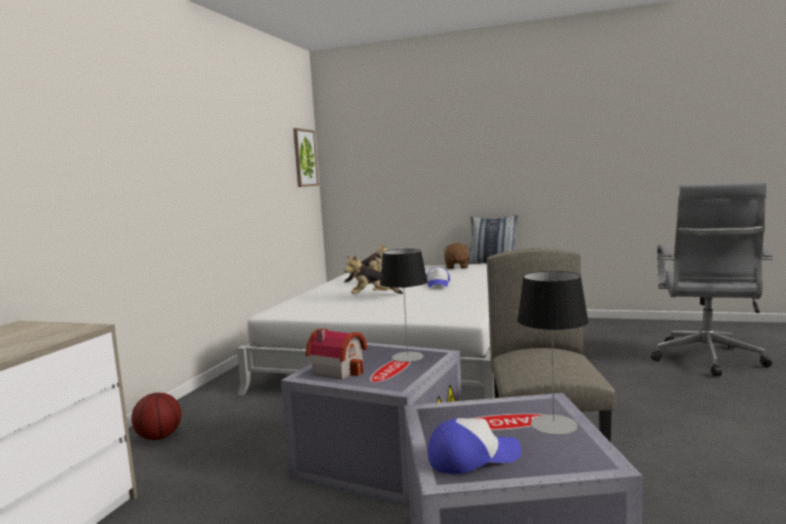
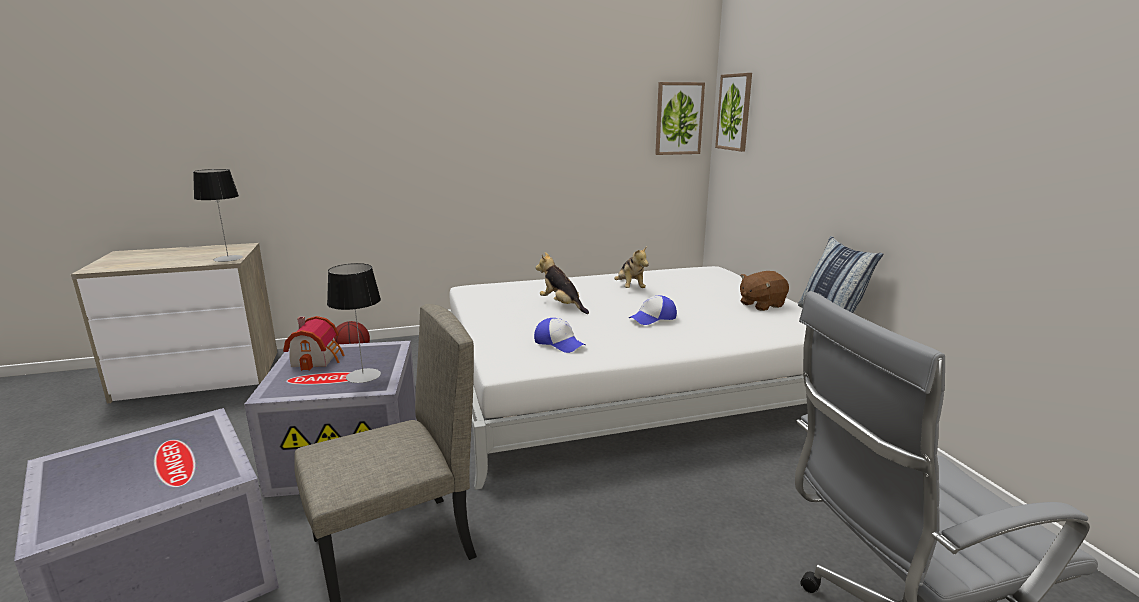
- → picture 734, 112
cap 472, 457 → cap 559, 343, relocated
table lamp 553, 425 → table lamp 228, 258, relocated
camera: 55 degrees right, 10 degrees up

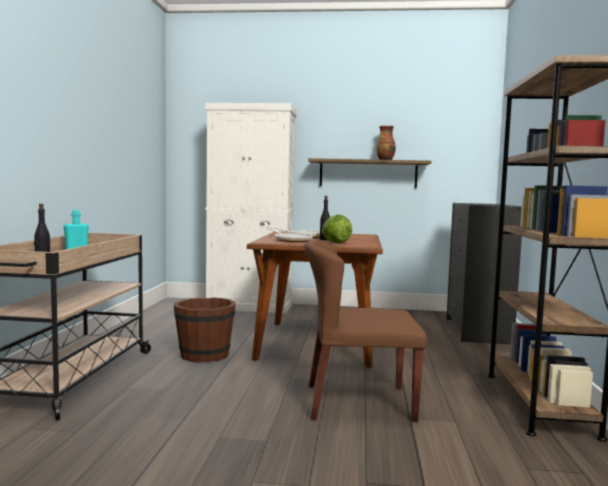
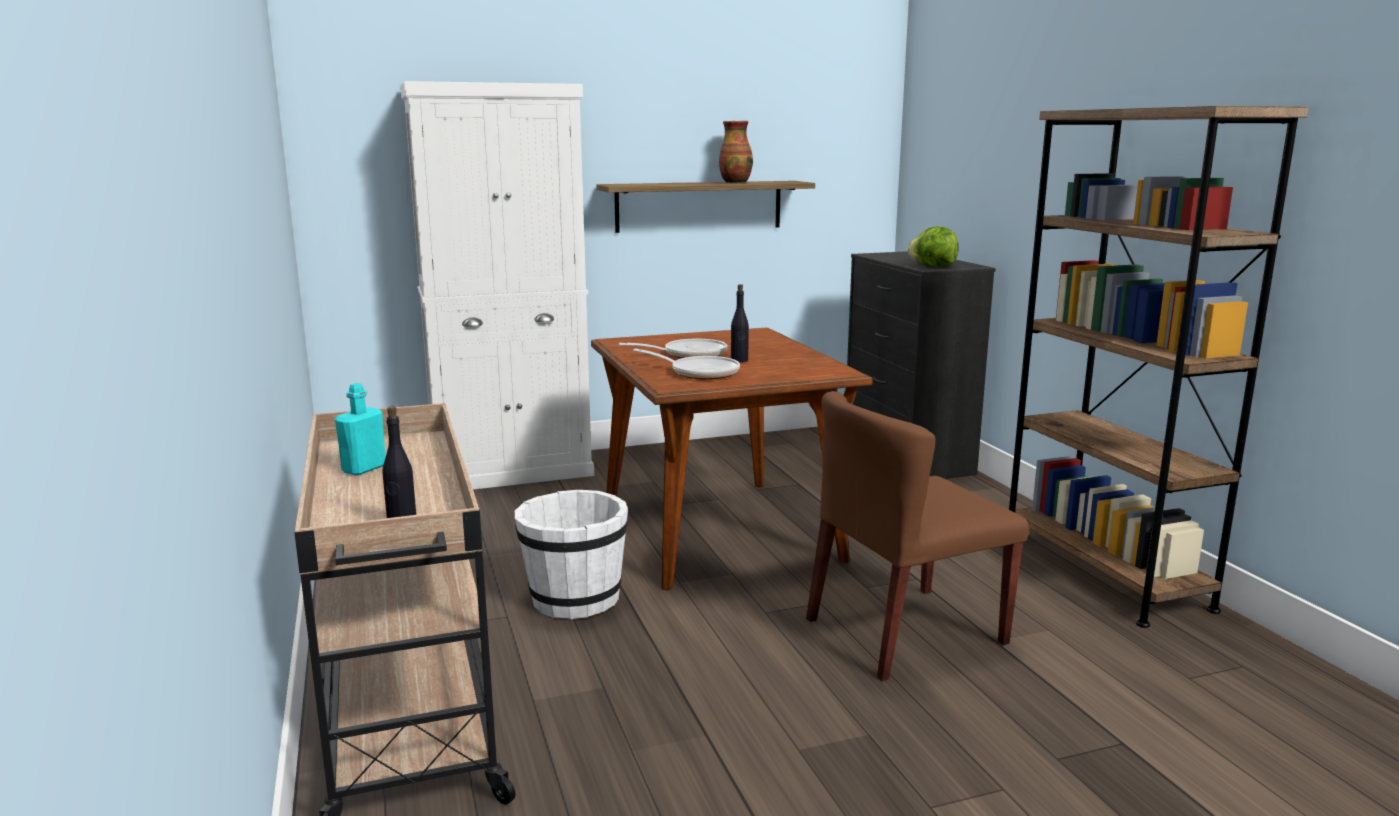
lettuce 335, 242 → lettuce 933, 266, relocated
bucket (brown) 204, 355 → bucket (white) 574, 599
camera: 25 degrees left, 10 degrees up

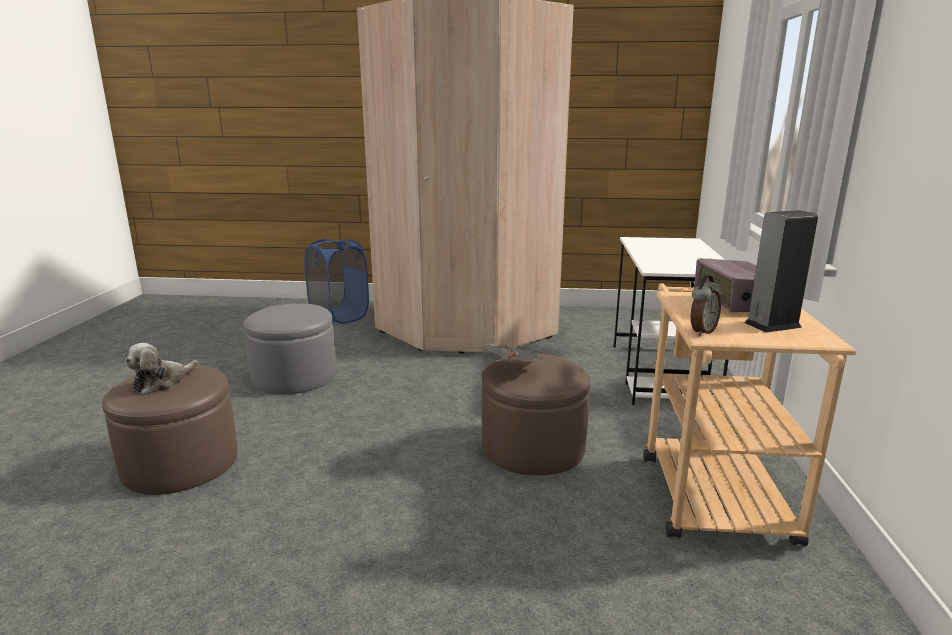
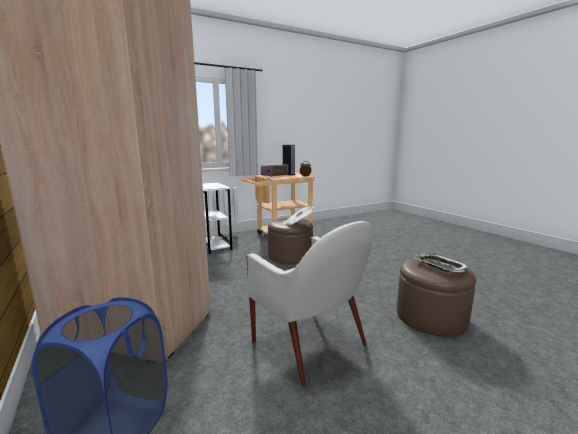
plush toy 162, 382 → tray 439, 266
ottoman (grey) 294, 376 → armchair (white) 310, 345
camera: 125 degrees left, 5 degrees down

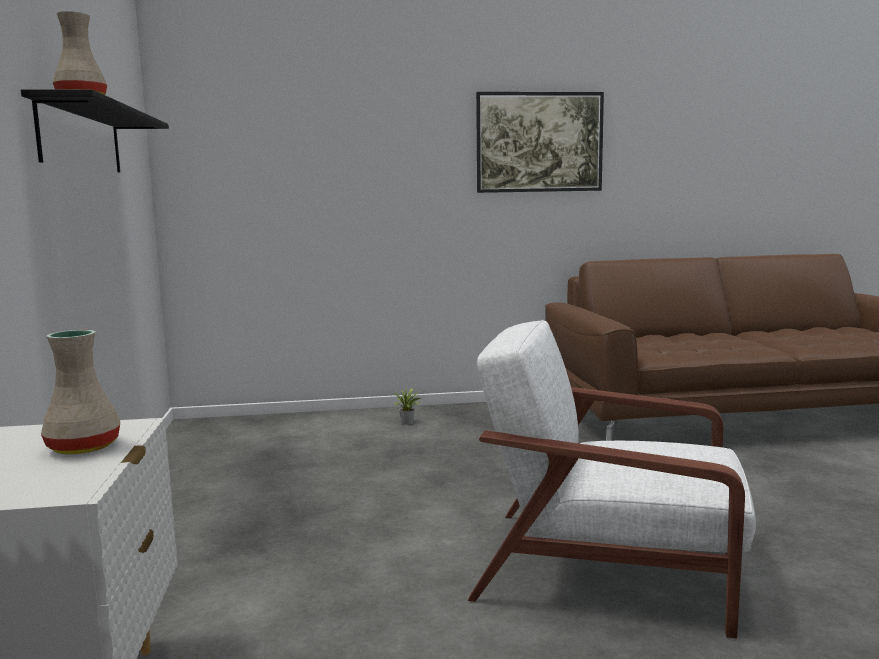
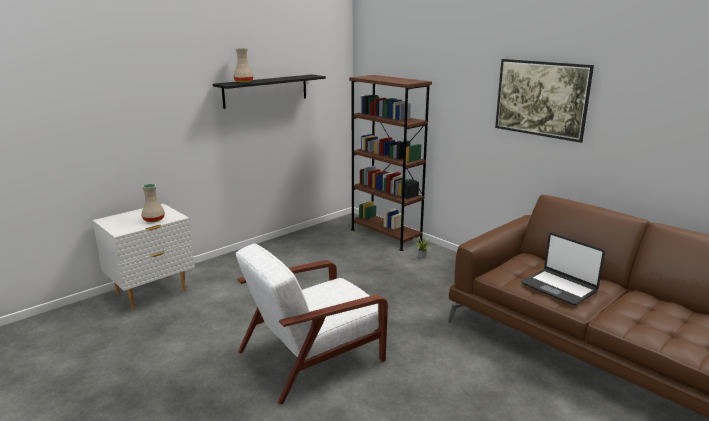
- → bookcase (brown) 386, 235
- → laptop 559, 287
armchair (white) 610, 567 → armchair (white) 313, 355, 105 degrees counterclockwise
camera: 55 degrees right, 10 degrees up

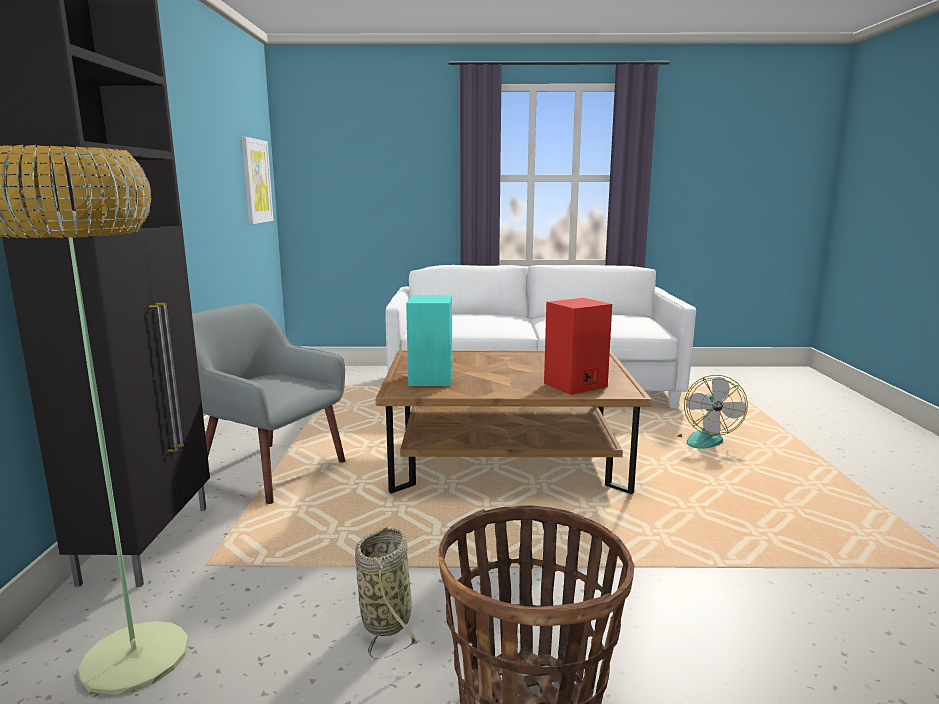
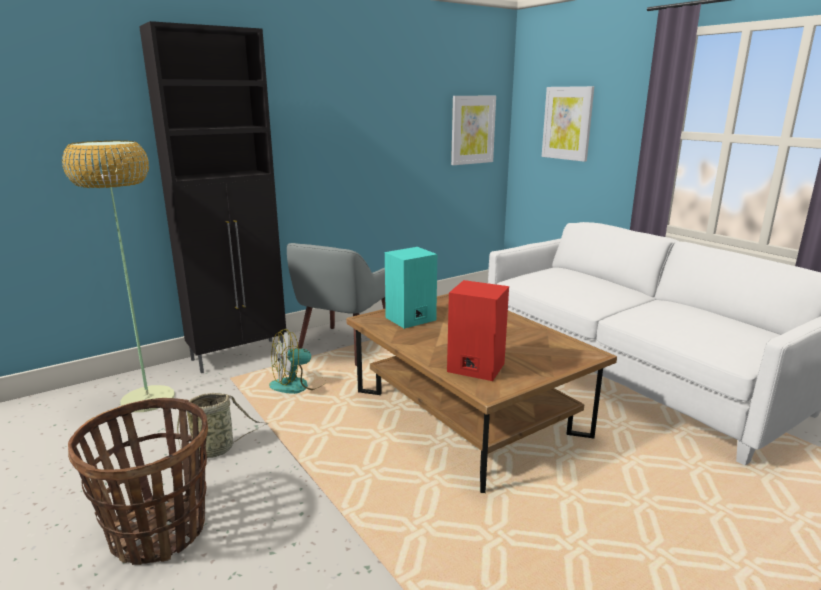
- → picture 567, 123
fan 701, 438 → fan 298, 385, relocated
armchair (grey) 269, 470 → armchair (grey) 344, 346, 150 degrees counterclockwise
camera: 55 degrees right, 5 degrees up

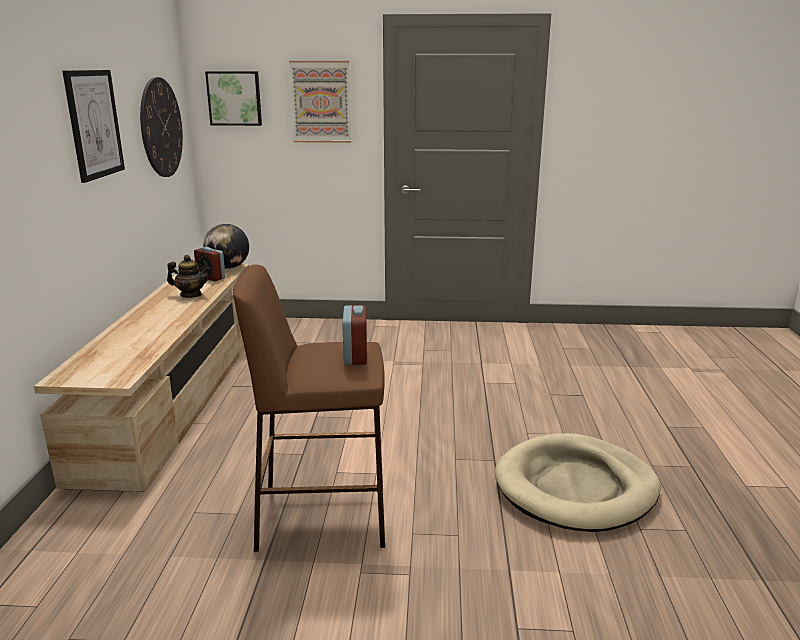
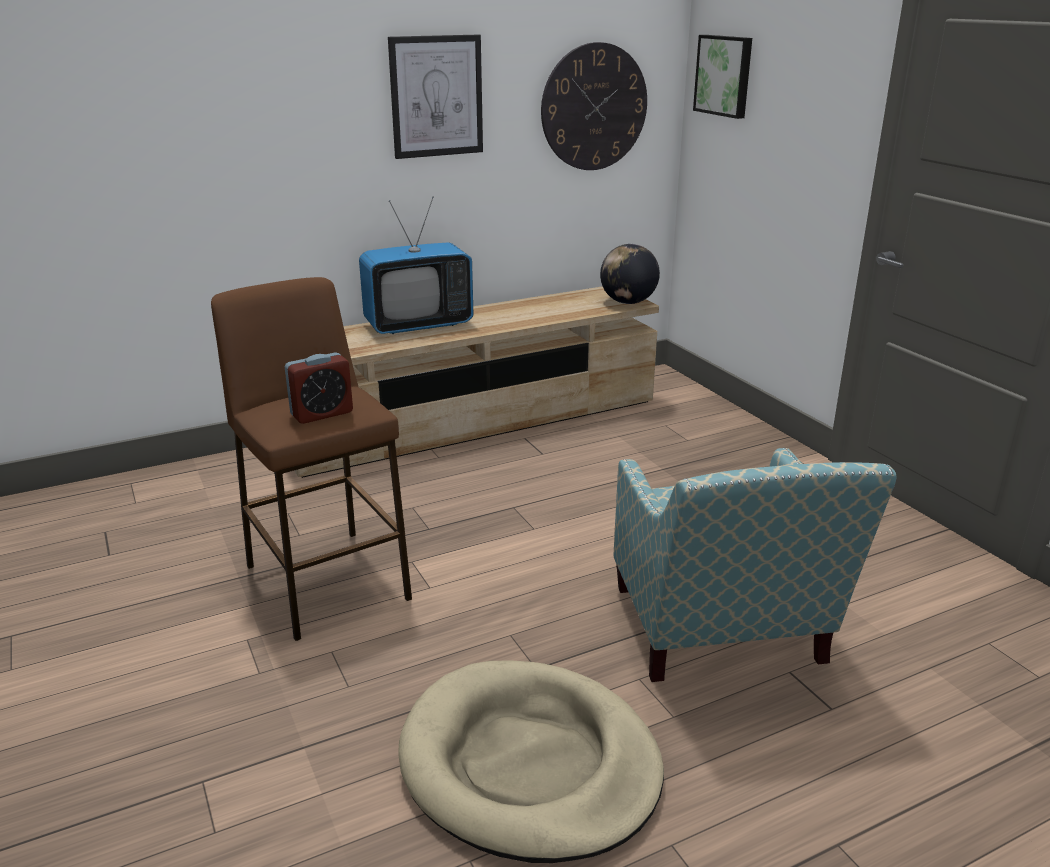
teapot 191, 295 → -
alarm clock 211, 278 → -
picture 321, 102 → -
- → television 418, 325
- → armchair 722, 637
camera: 60 degrees right, 5 degrees up

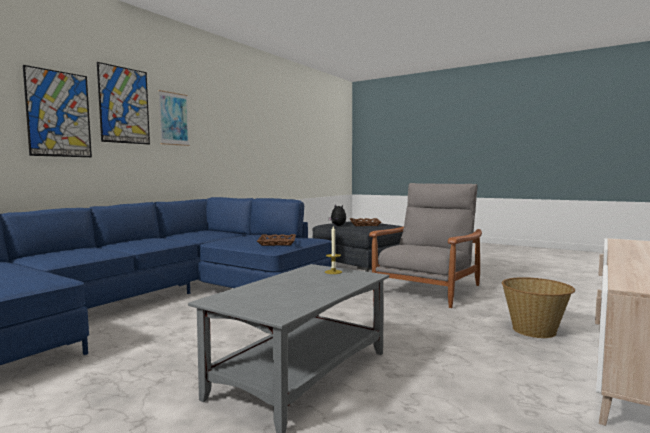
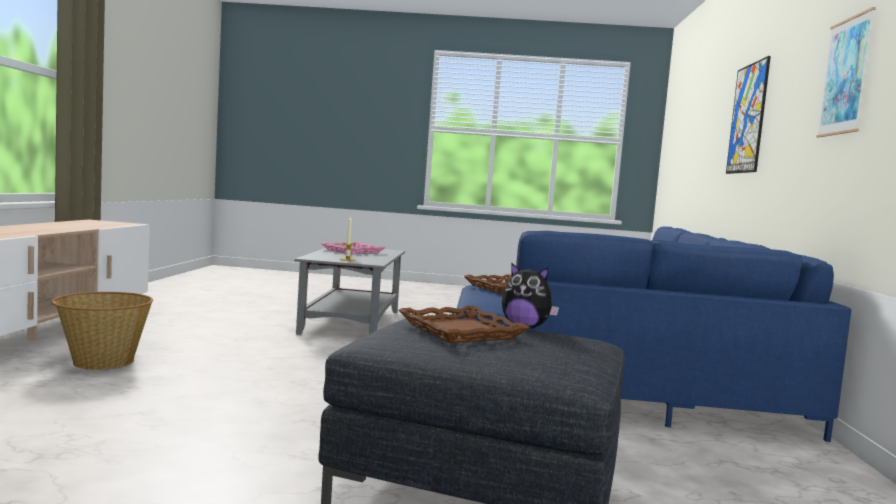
picture 124, 105 → -
armchair (grey) 427, 290 → -
- → tray (pink) 353, 251
camera: 150 degrees right, 0 degrees up

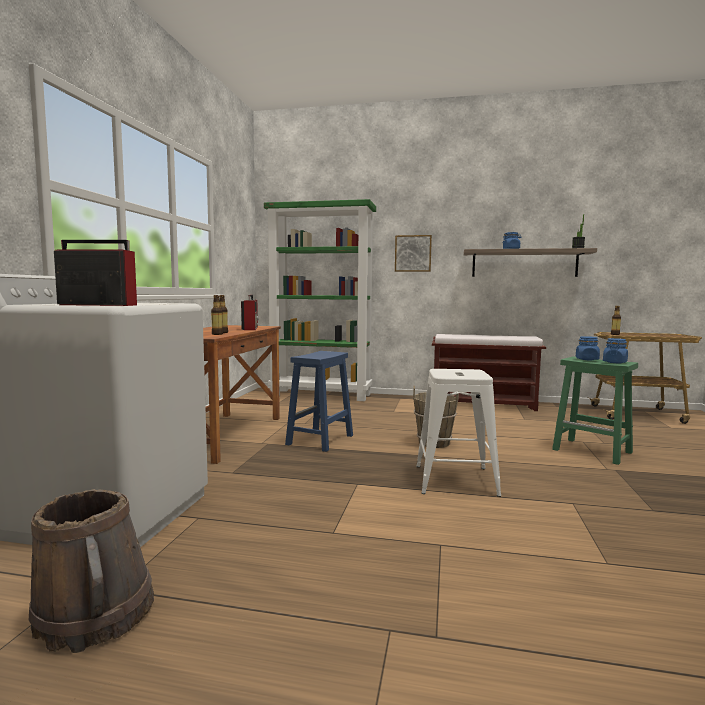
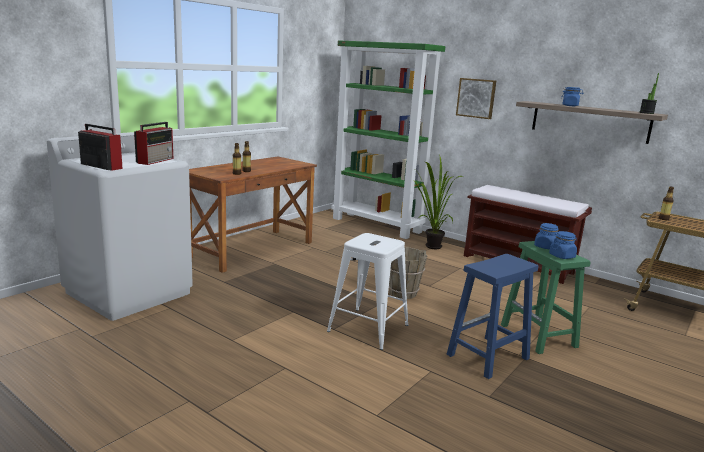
bucket (brown) 95, 614 → -
- → potted plant 429, 247
radio 250, 328 → radio 156, 160, relocated
stool (blue) 320, 440 → stool (blue) 487, 357, relocated
camera: 25 degrees right, 10 degrees up

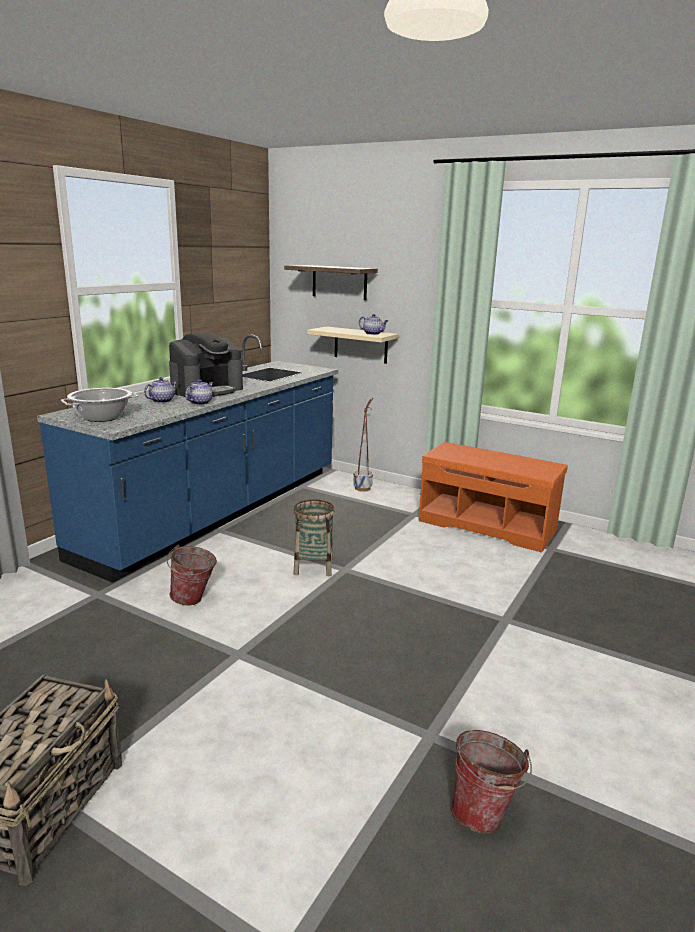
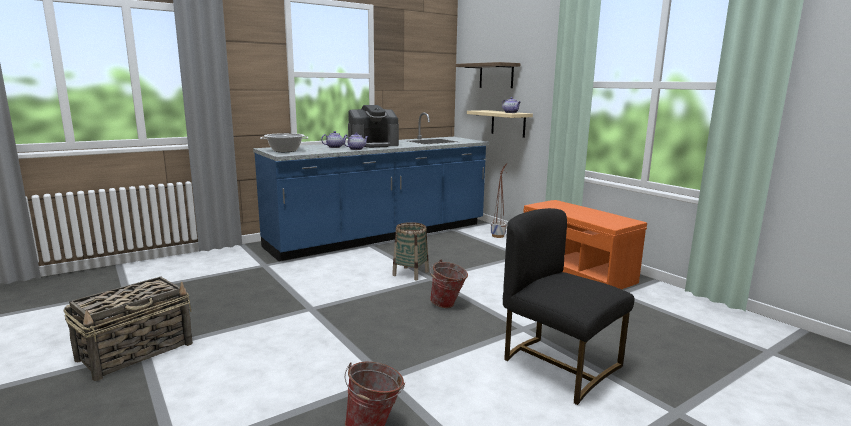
- → chair (black) 558, 365
bucket 194, 600 → bucket 447, 305, relocated
camera: 25 degrees right, 5 degrees down

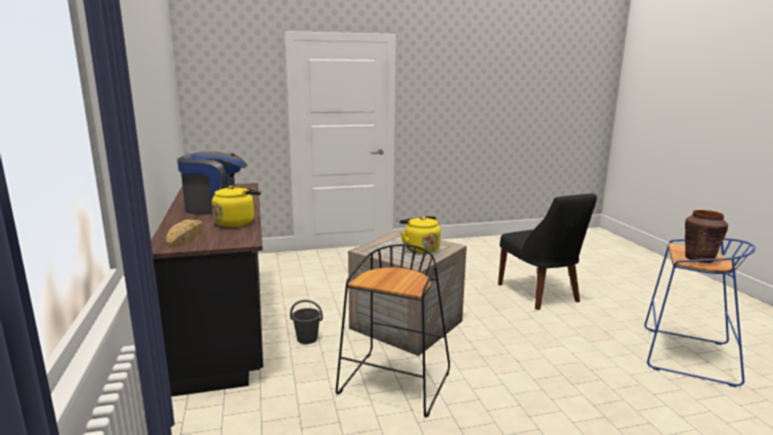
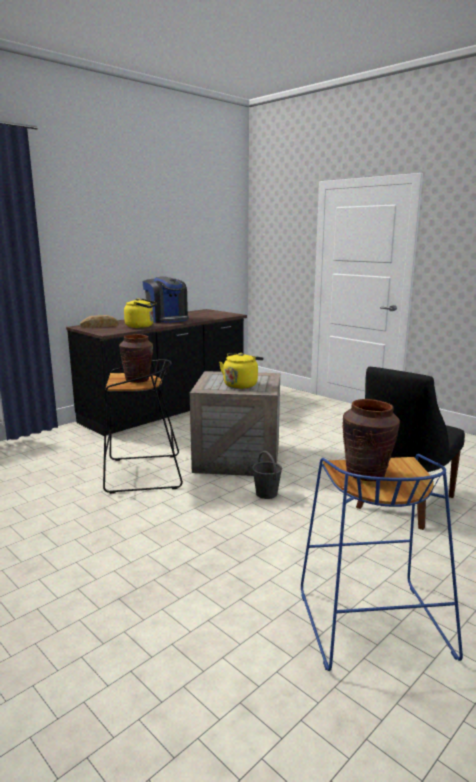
- → vase (brown) 137, 380
bucket (grey) 307, 339 → bucket (grey) 266, 494, relocated
camera: 60 degrees right, 0 degrees up

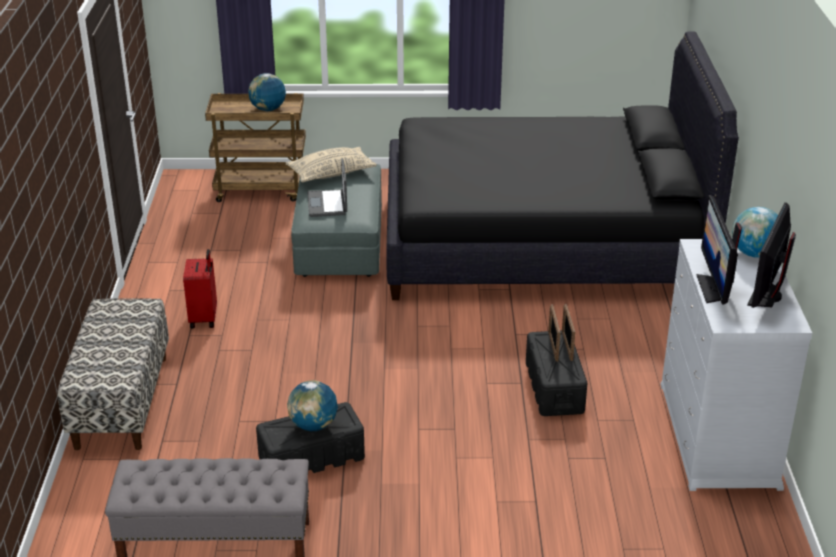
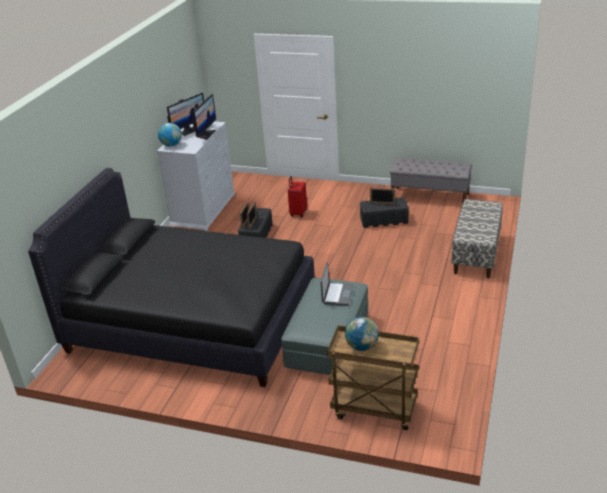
pillow (beige) 331, 173 → -
suitcase (red) 204, 318 → suitcase (red) 298, 213, relocated
globe 313, 425 → picture frame 382, 203
camera: 160 degrees left, 0 degrees up

